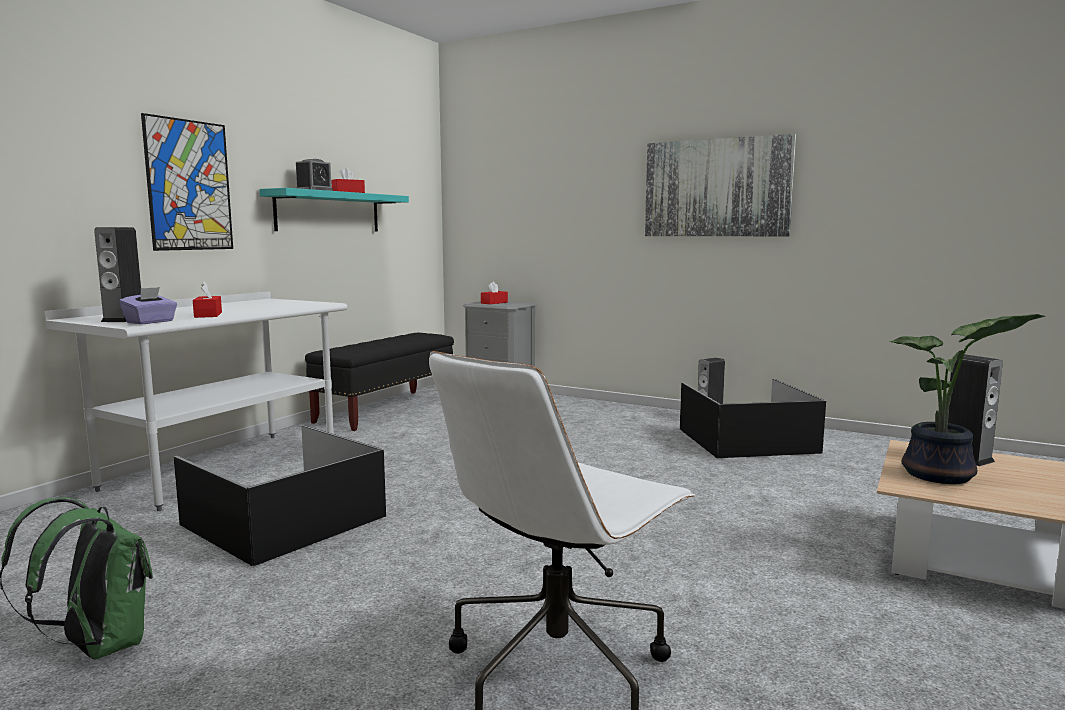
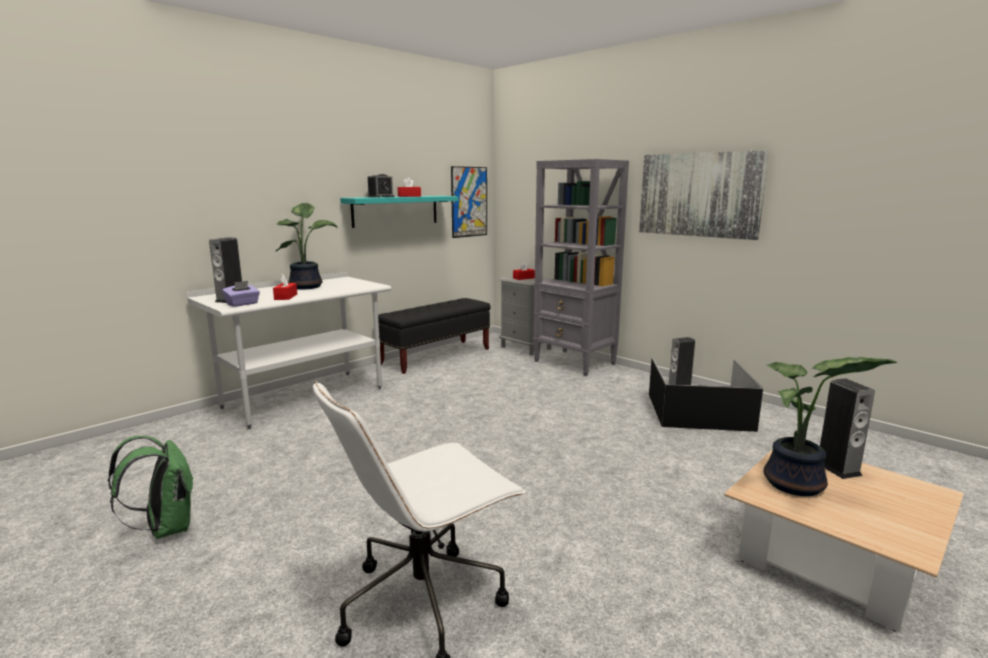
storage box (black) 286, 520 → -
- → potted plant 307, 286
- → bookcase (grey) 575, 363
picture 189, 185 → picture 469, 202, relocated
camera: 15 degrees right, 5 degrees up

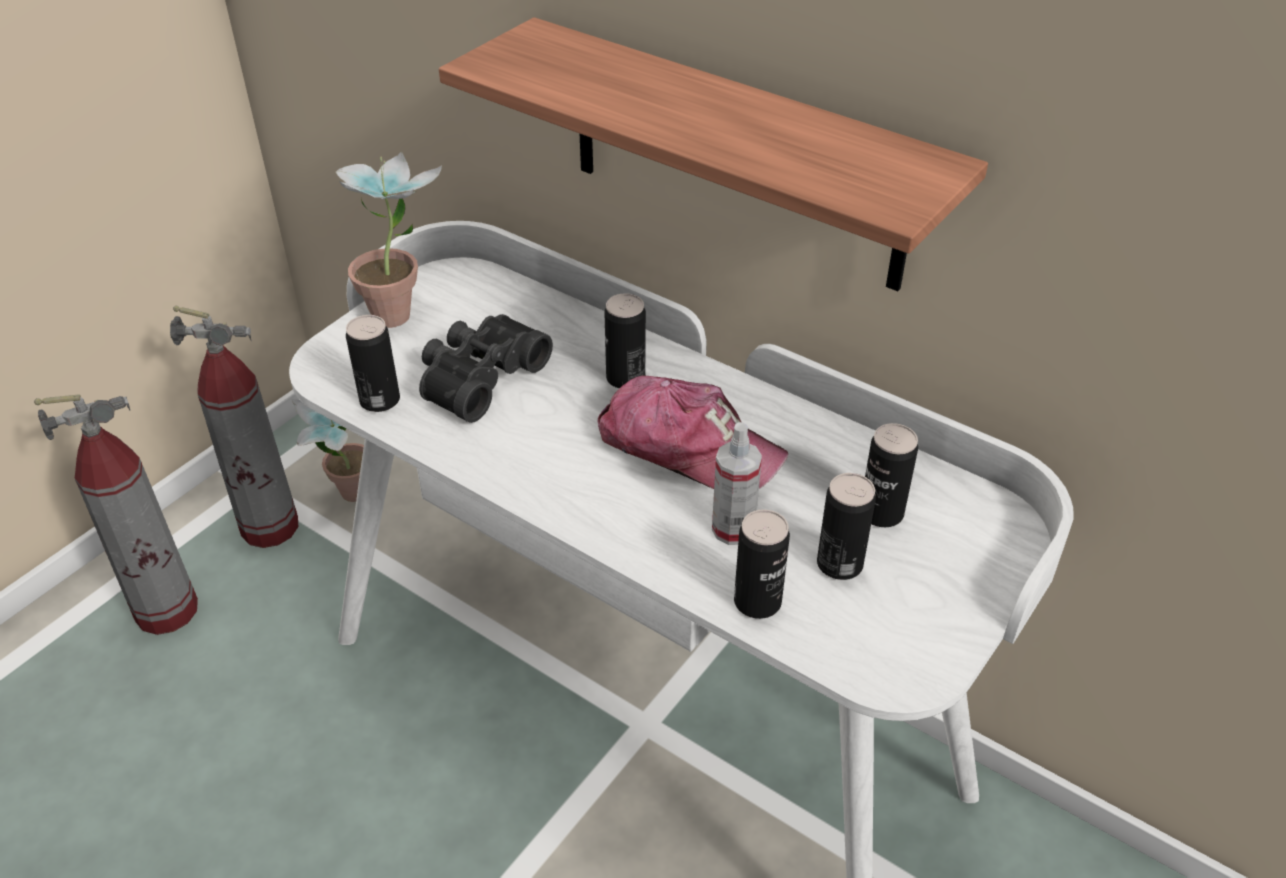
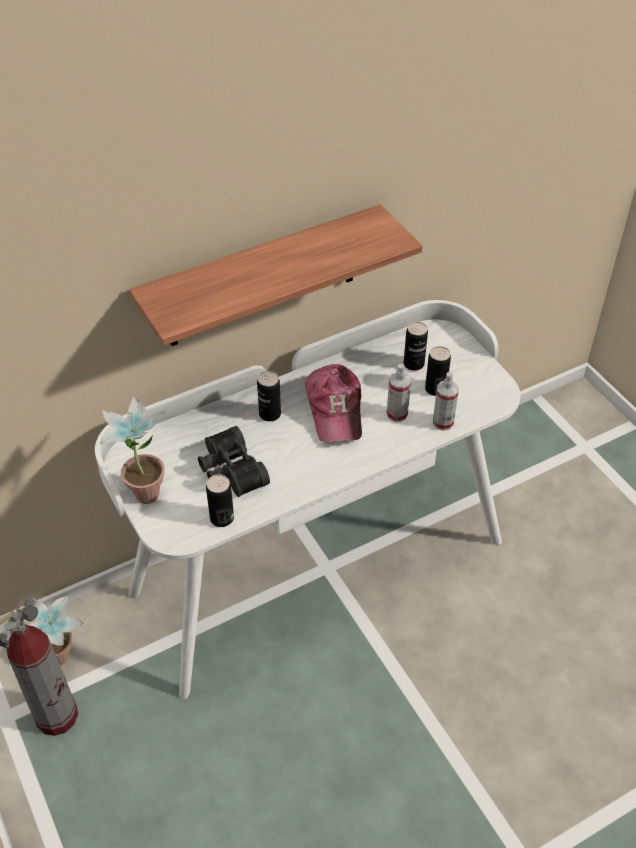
fire extinguisher 167, 610 → -
can 757, 602 → spray bottle 443, 422
cap 688, 447 → cap 335, 409, 120 degrees clockwise
camera: 65 degrees left, 5 degrees up

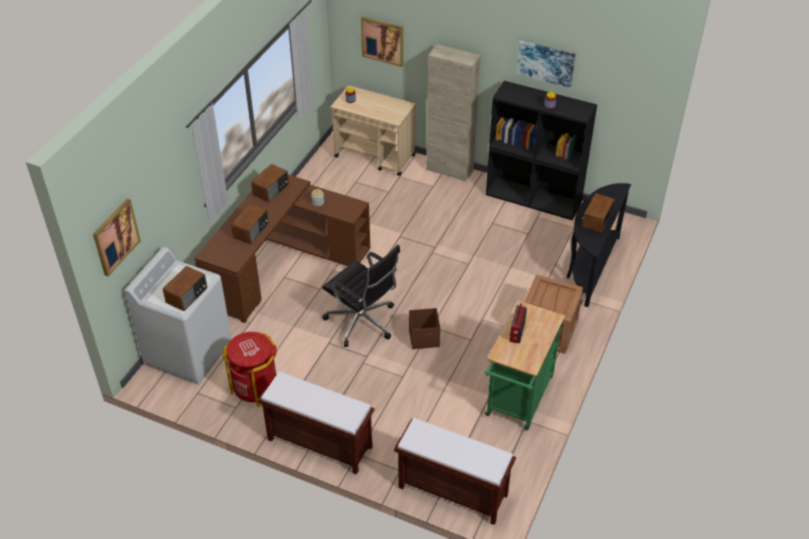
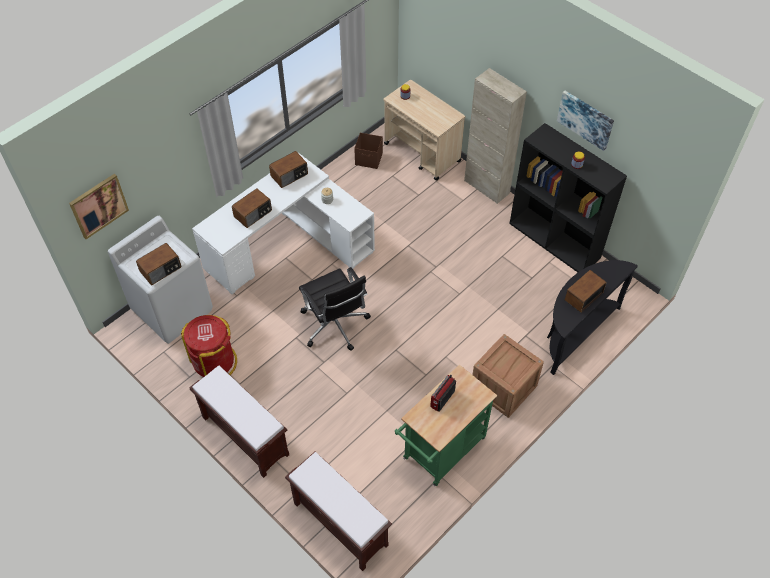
picture 382, 41 → -
storage box (brown) 424, 338 → storage box (brown) 369, 159, relocated
desk (brown) 281, 264 → desk (white) 288, 244
camera: 20 degrees right, 10 degrees up

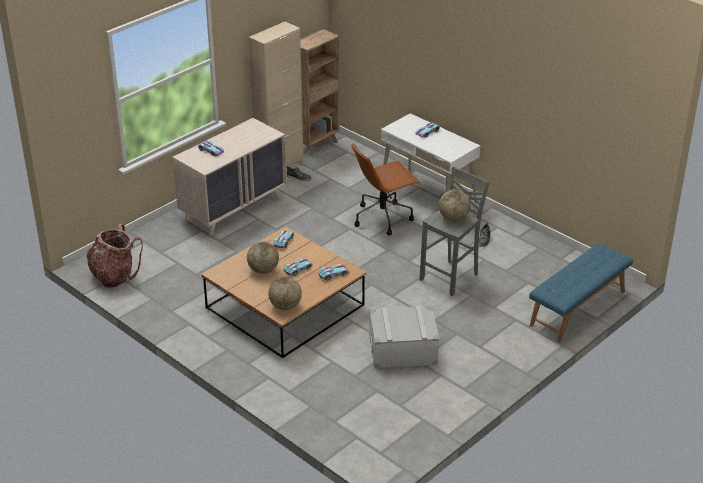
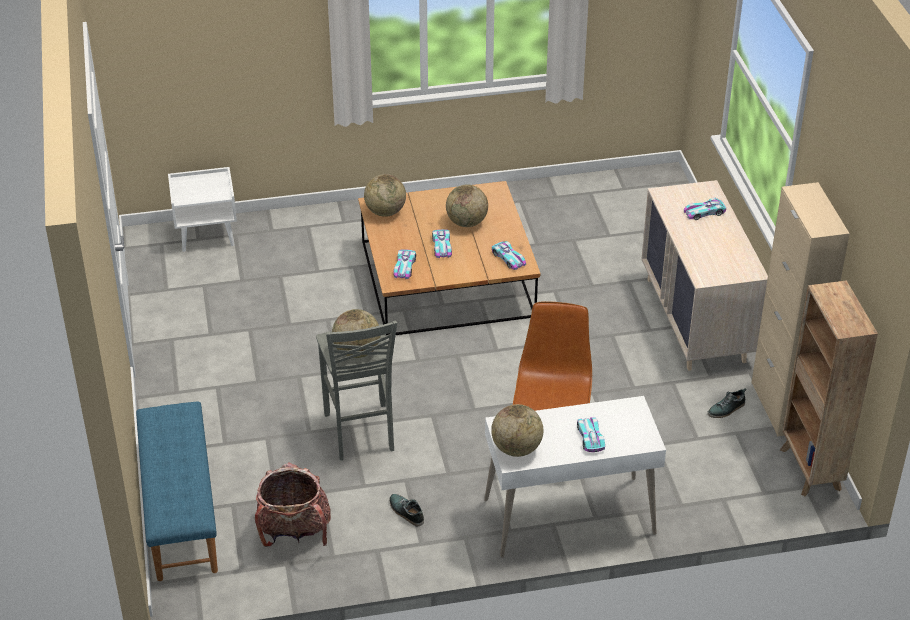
storage box (grey) 402, 349 → -
- → nightstand (white) 207, 235
- → globe 516, 448
backpack 114, 276 → backpack 294, 532, relocated
camera: 125 degrees right, 5 degrees up

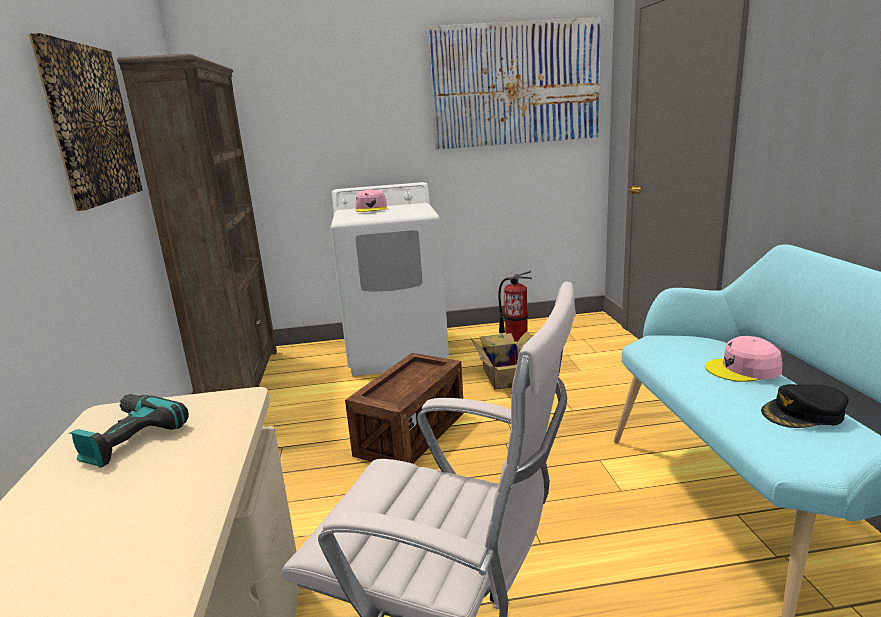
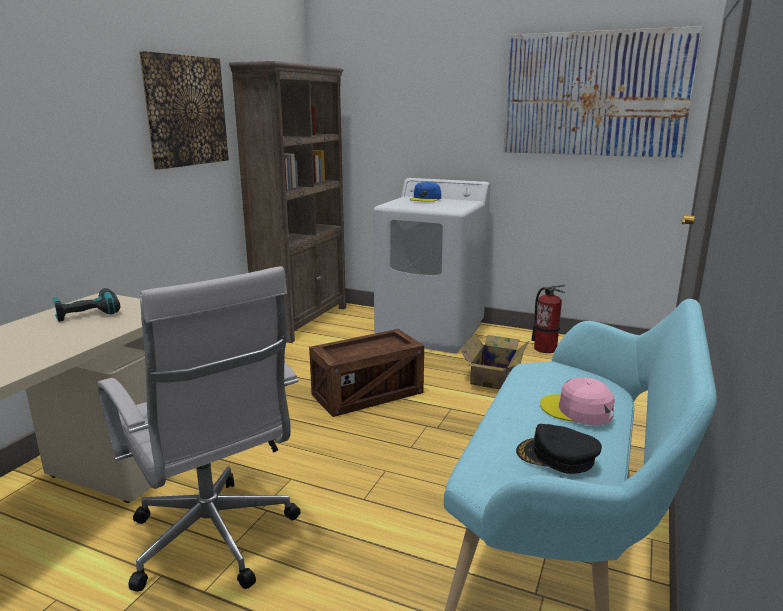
cap (pink) 371, 208 → cap (blue) 425, 199
camera: 30 degrees right, 0 degrees up

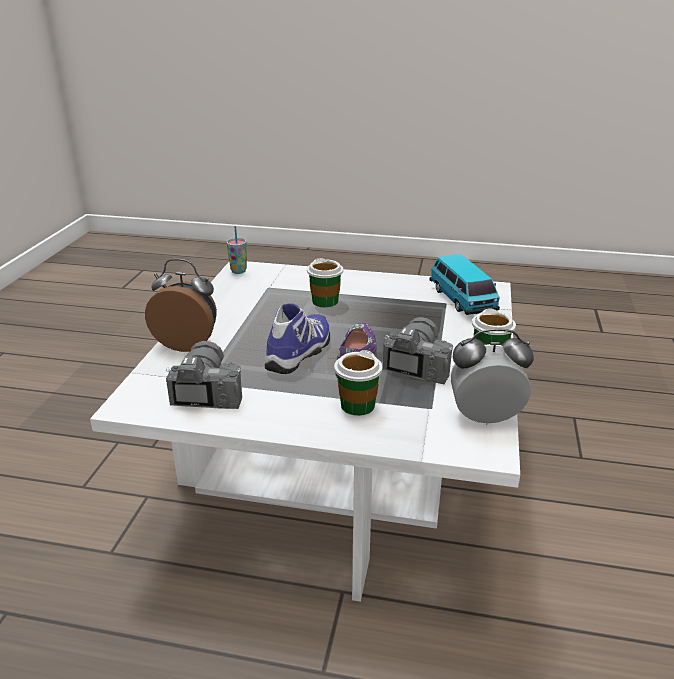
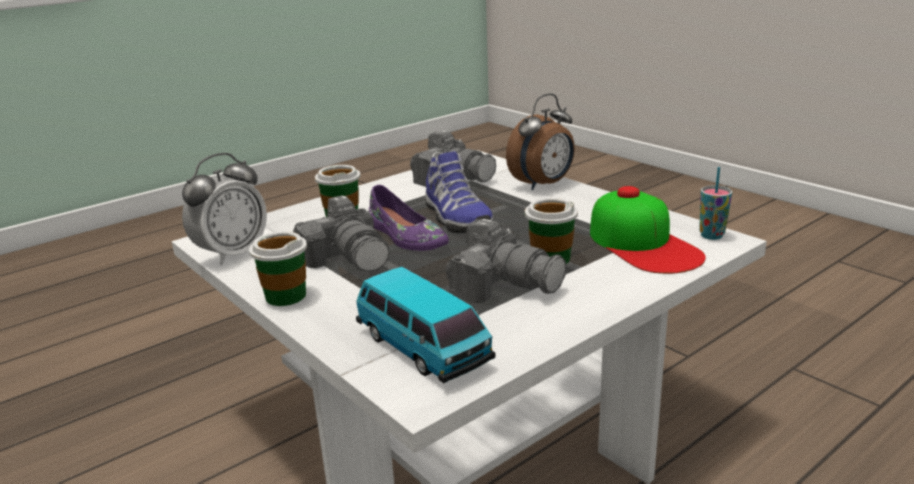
- → photo camera 504, 285
- → cap 643, 244
toy car 462, 300 → toy car 423, 348, 150 degrees counterclockwise
camera: 130 degrees right, 5 degrees down

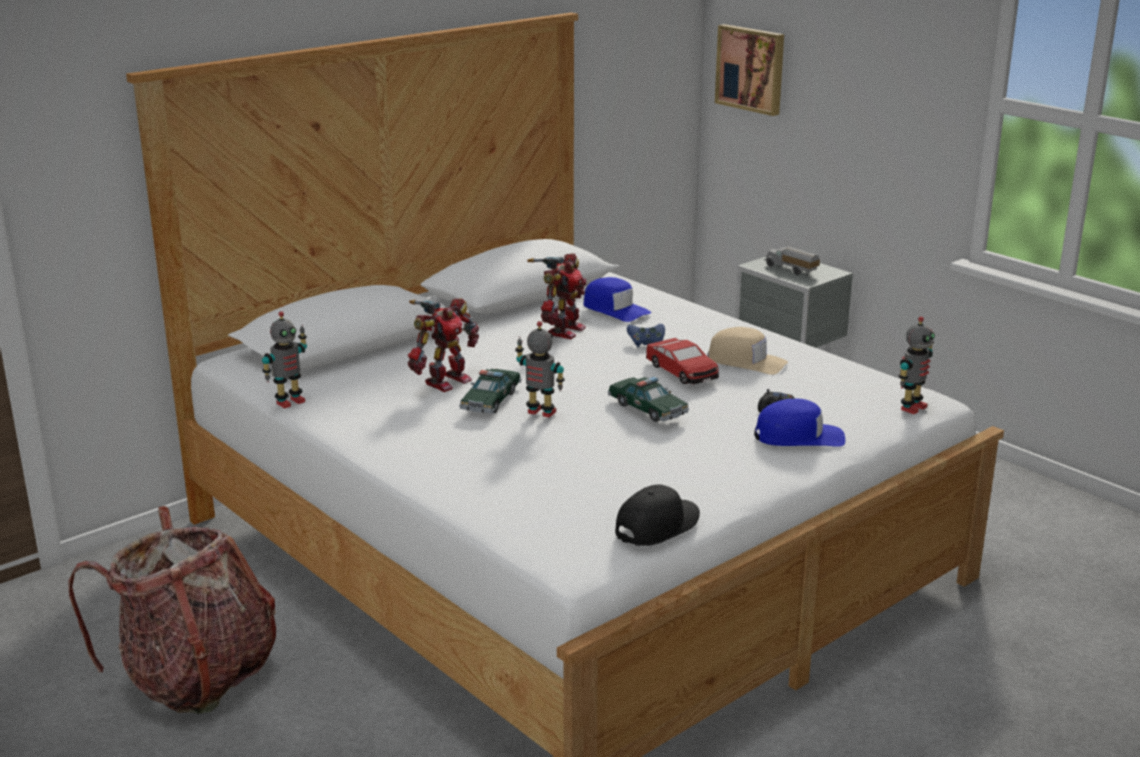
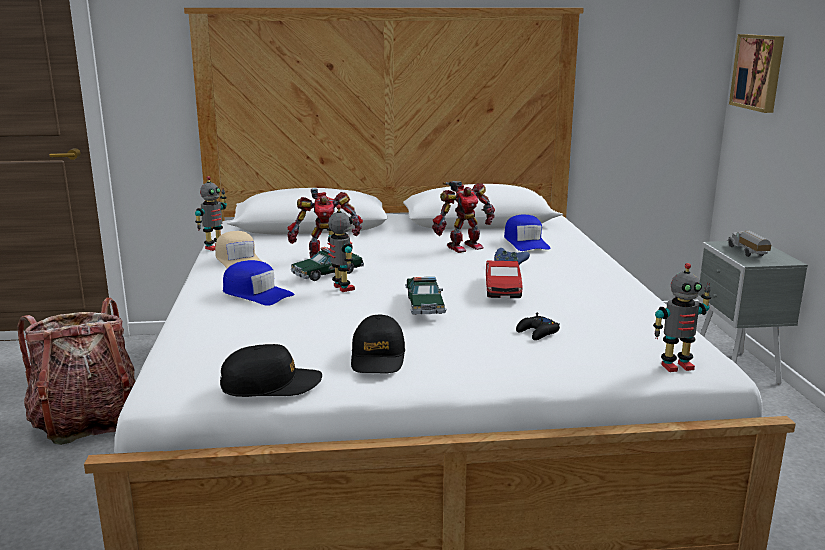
- → cap (black) 378, 357
cap (beige) 746, 361 → cap (beige) 238, 260, relocated
cap (blue) 799, 436 → cap (blue) 256, 293, relocated
toy robot 289, 402 → toy robot 214, 247, 45 degrees counterclockwise
camera: 35 degrees right, 5 degrees down

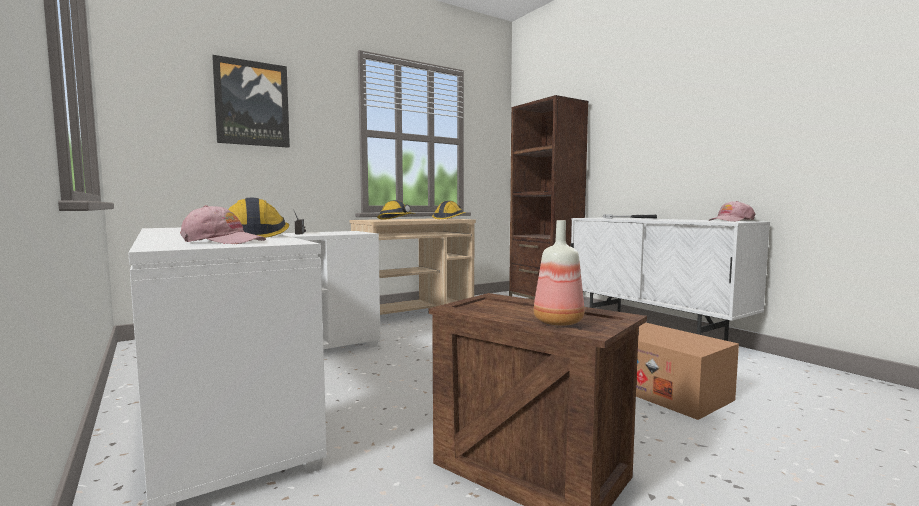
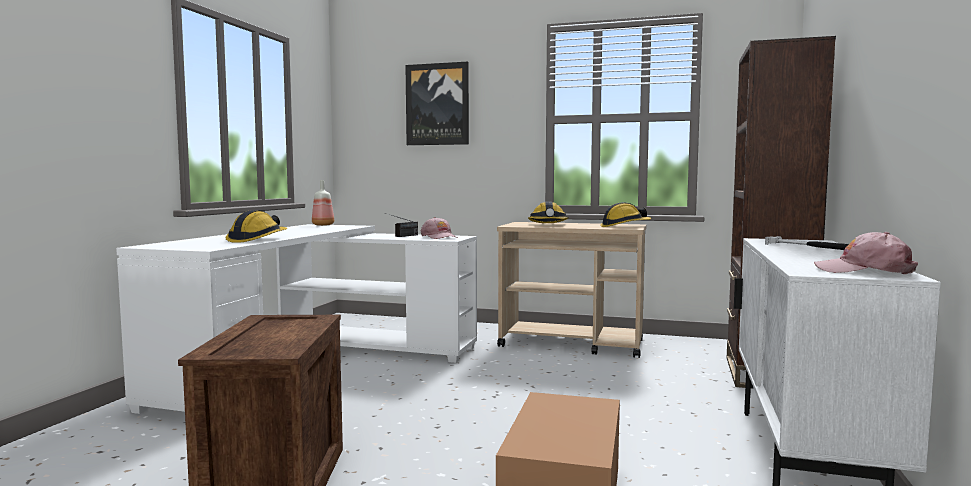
cap (pink) 223, 242 → cap (pink) 439, 237, relocated
bottle 556, 322 → bottle 322, 225, relocated
camera: 50 degrees right, 0 degrees up

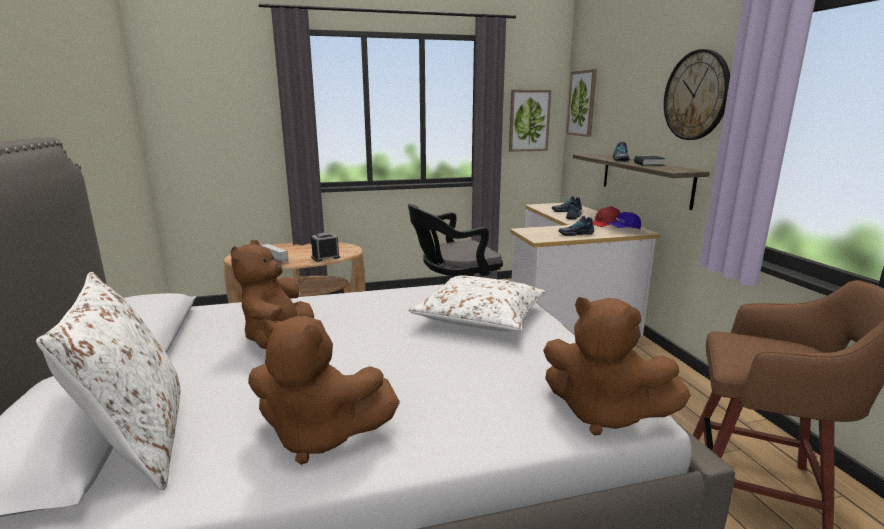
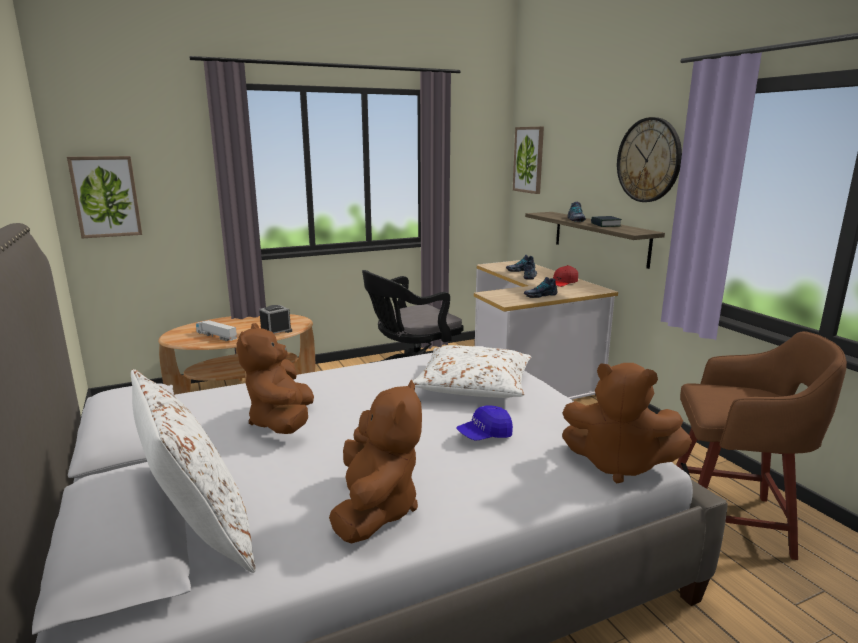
picture 529, 121 → picture 106, 197, relocated
cap (blue) 623, 229 → cap (blue) 484, 435, relocated
plush toy (brown) 319, 436 → plush toy (brown) 375, 510, 90 degrees counterclockwise
camera: 10 degrees left, 0 degrees up

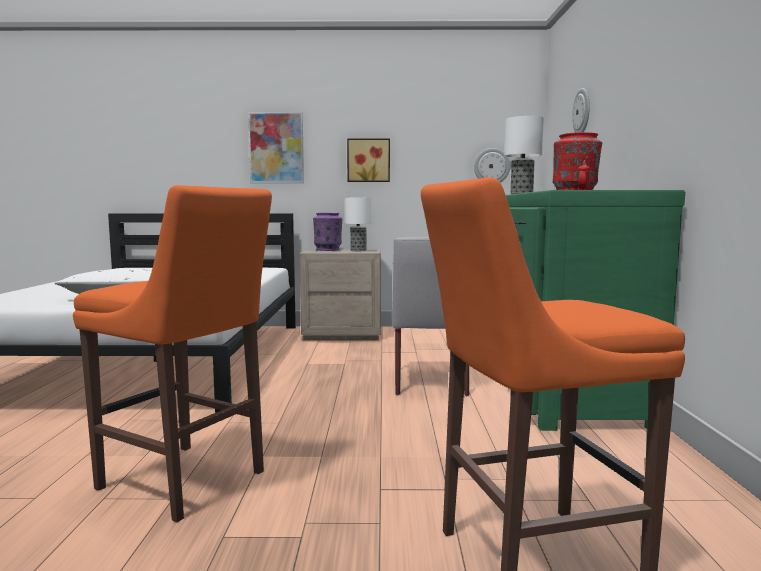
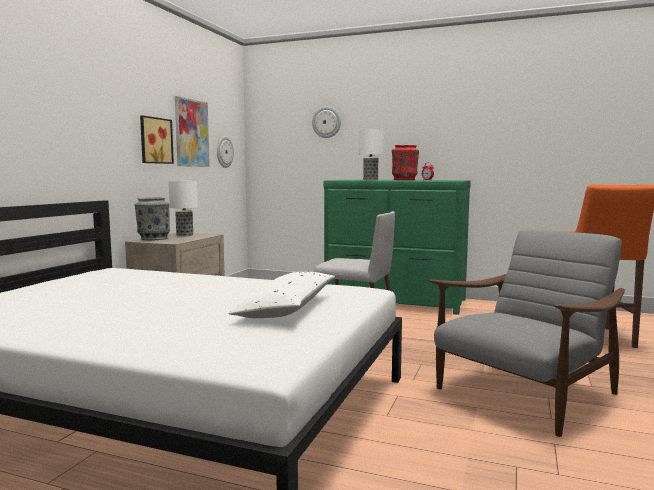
picture 276, 148 → picture 191, 133, relocated
stool (orange) 186, 482 → armchair (grey) 524, 393
vase (purple) 328, 249 → vase (grey) 153, 238
camera: 70 degrees left, 0 degrees up

